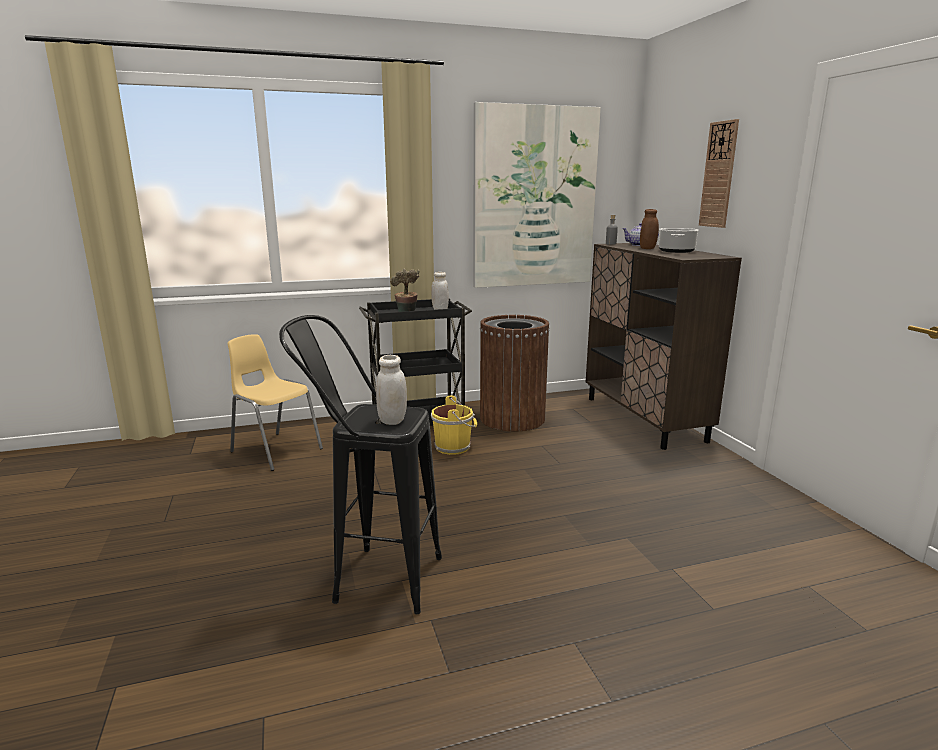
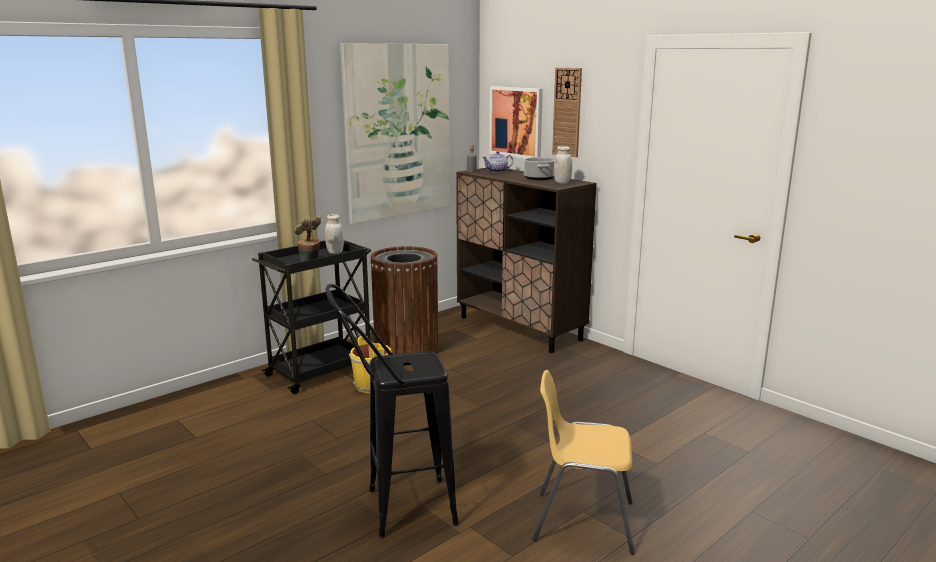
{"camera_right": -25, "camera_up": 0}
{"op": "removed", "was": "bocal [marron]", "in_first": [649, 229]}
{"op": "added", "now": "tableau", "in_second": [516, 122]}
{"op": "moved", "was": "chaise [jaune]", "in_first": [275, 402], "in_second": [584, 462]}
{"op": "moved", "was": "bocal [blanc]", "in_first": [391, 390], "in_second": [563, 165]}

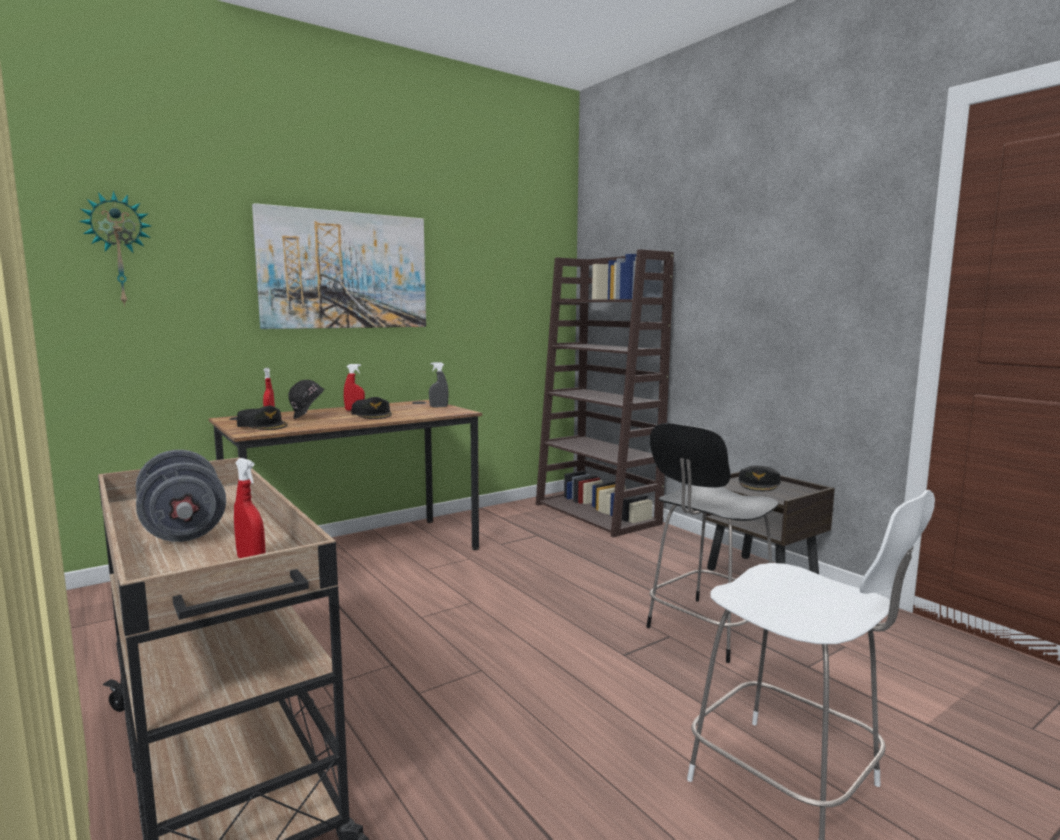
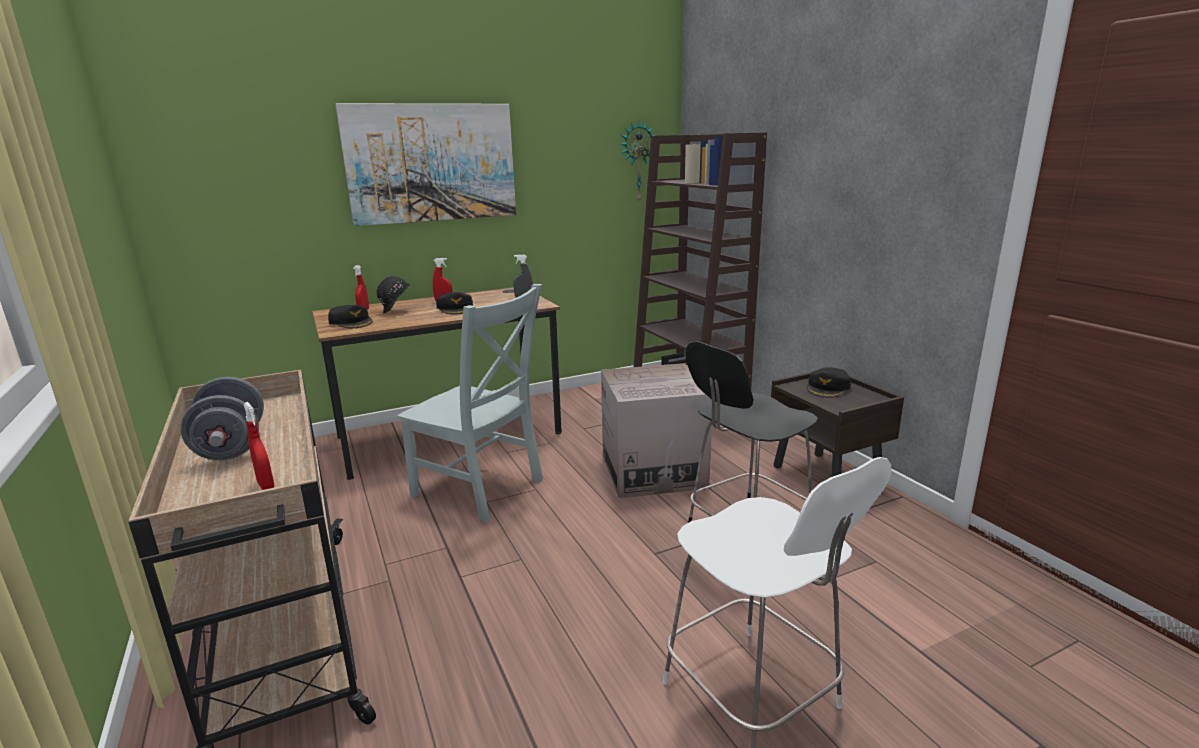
{"camera_right": 10, "camera_up": 10}
{"op": "added", "now": "chaise [gris]", "in_second": [470, 403]}
{"op": "added", "now": "carton", "in_second": [656, 431]}
{"op": "moved", "was": "horloge murale", "in_first": [115, 248], "in_second": [638, 160]}

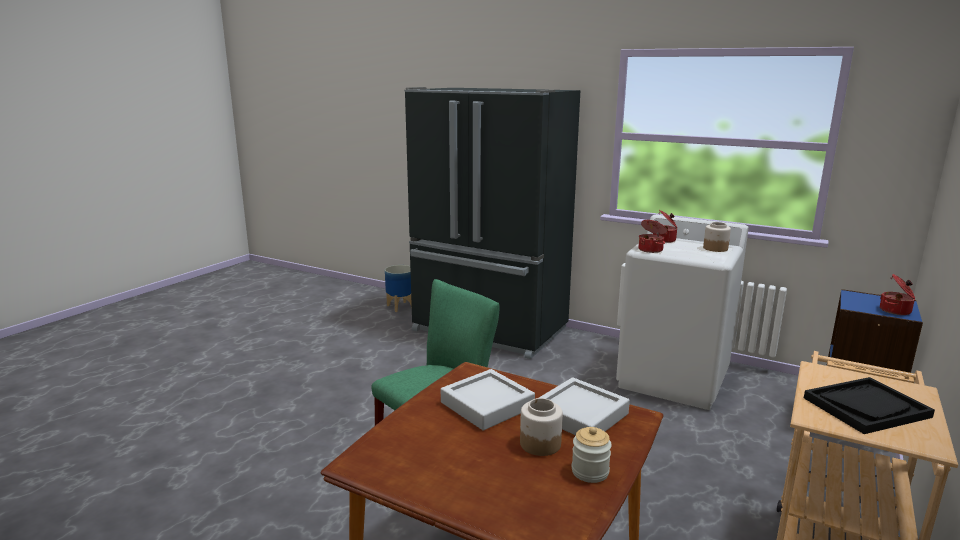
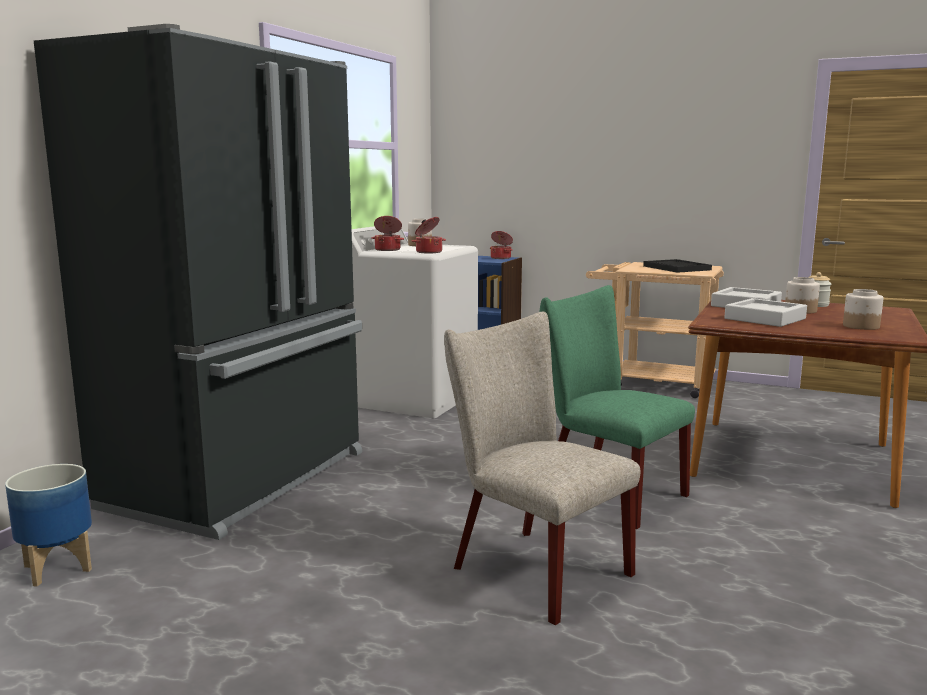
{"camera_right": -95, "camera_up": -5}
{"op": "added", "now": "chaise [beige]", "in_second": [542, 468]}
{"op": "added", "now": "bocal", "in_second": [863, 309]}

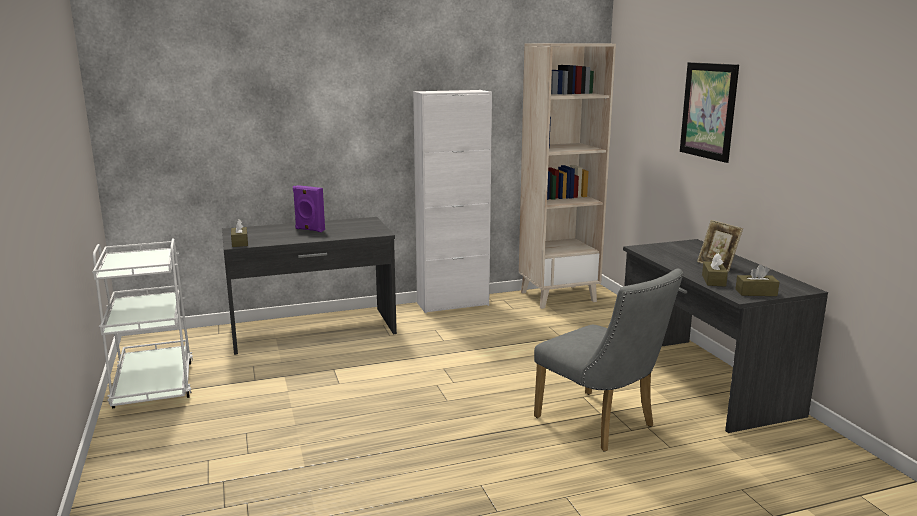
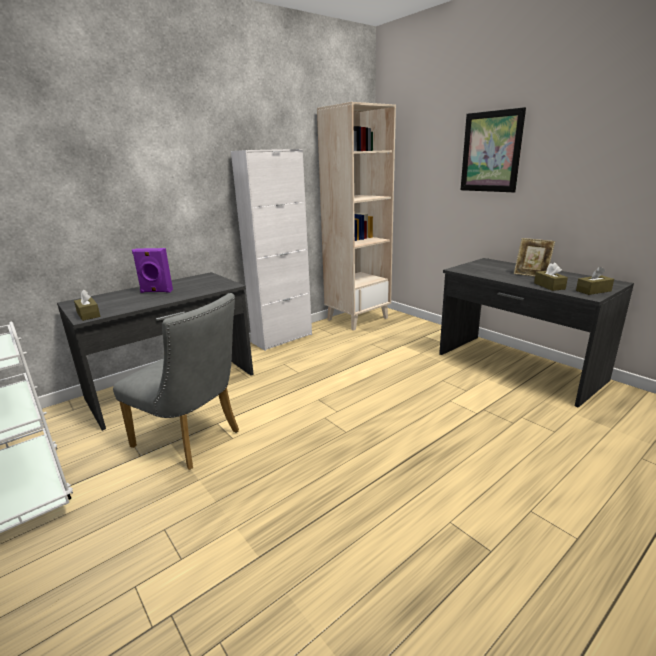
{"camera_right": -20, "camera_up": 5}
{"op": "moved", "was": "chaise [gris]", "in_first": [608, 360], "in_second": [176, 381]}

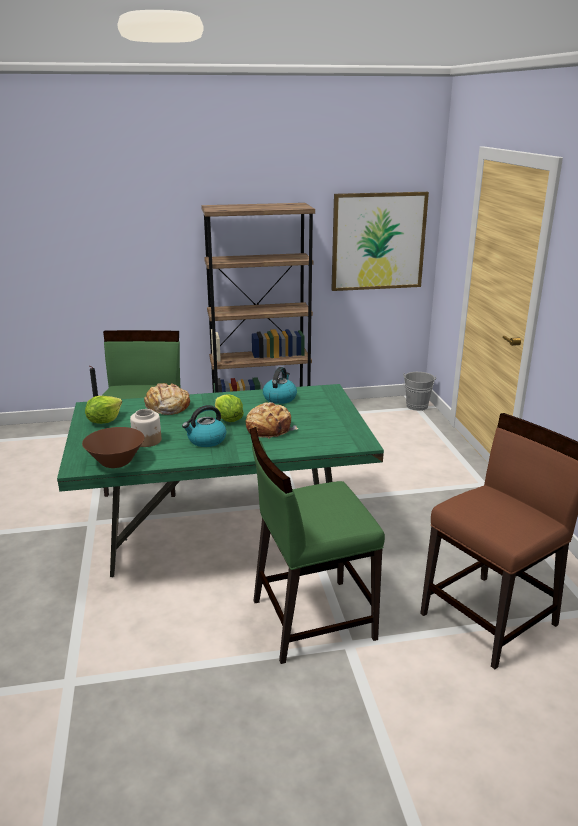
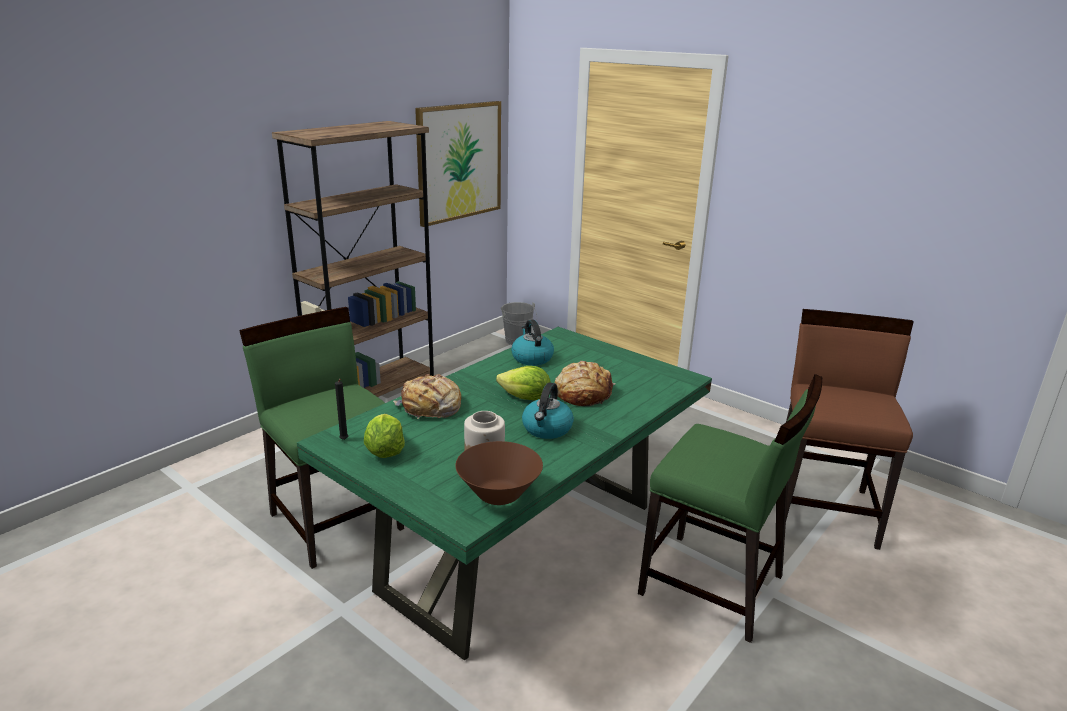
{"camera_right": -40, "camera_up": 0}
{"op": "turned", "was": "chaise [vert]", "in_first": [317, 545], "in_second": [730, 508], "clockwise": -90}

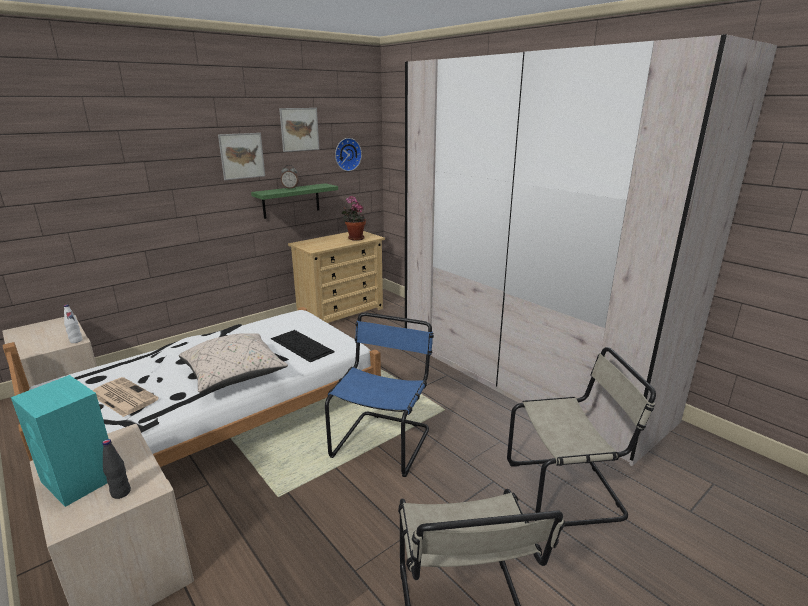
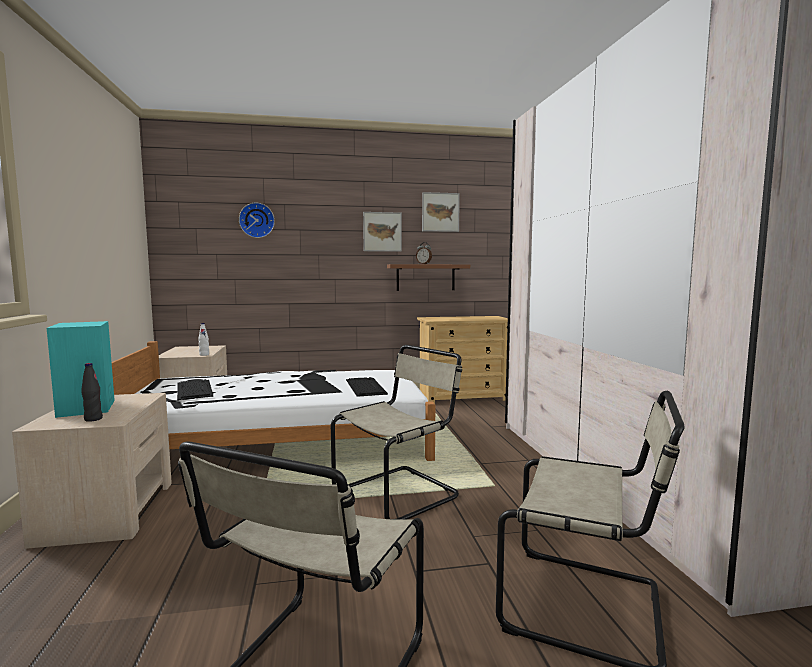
{"camera_right": 30, "camera_up": -15}
{"op": "removed", "was": "coussin [beige]", "in_first": [233, 363]}
{"op": "removed", "was": "plante en pot", "in_first": [353, 218]}
{"op": "moved", "was": "horloge murale", "in_first": [348, 154], "in_second": [257, 220]}
{"op": "replaced", "was": "journal", "now": "clavier", "in_first": [126, 397], "in_second": [195, 389]}
{"op": "recoloured", "was": "étagère [vert]", "now": "étagère [marron]", "in_first": [294, 201], "in_second": [428, 277]}
{"op": "recoloured", "was": "chaise [bleu]", "now": "chaise [beige]", "in_first": [379, 394], "in_second": [396, 432]}

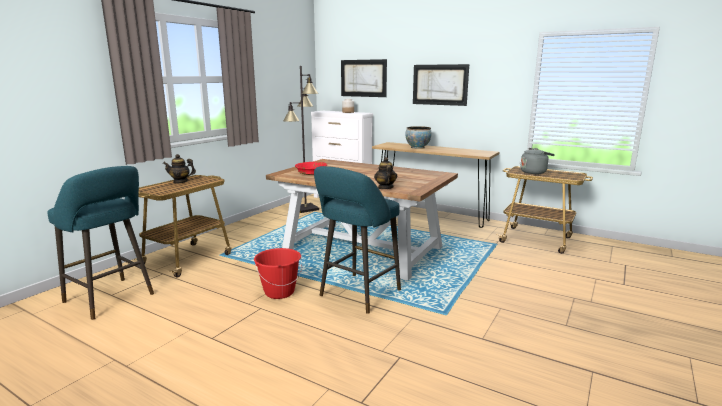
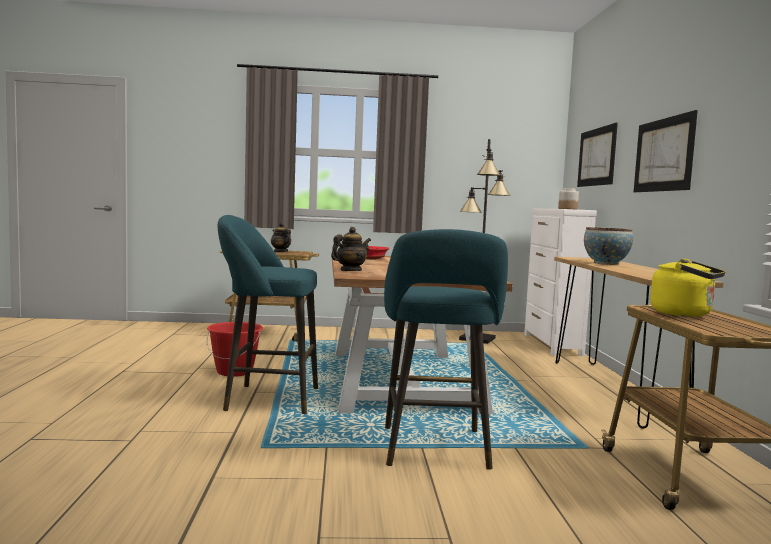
{"camera_right": 55, "camera_up": -10}
{"op": "moved", "was": "tabouret [turquoise]", "in_first": [100, 243], "in_second": [446, 349]}
{"op": "recoloured", "was": "bouilloire [gris]", "now": "bouilloire [jaune]", "in_first": [537, 161], "in_second": [687, 288]}

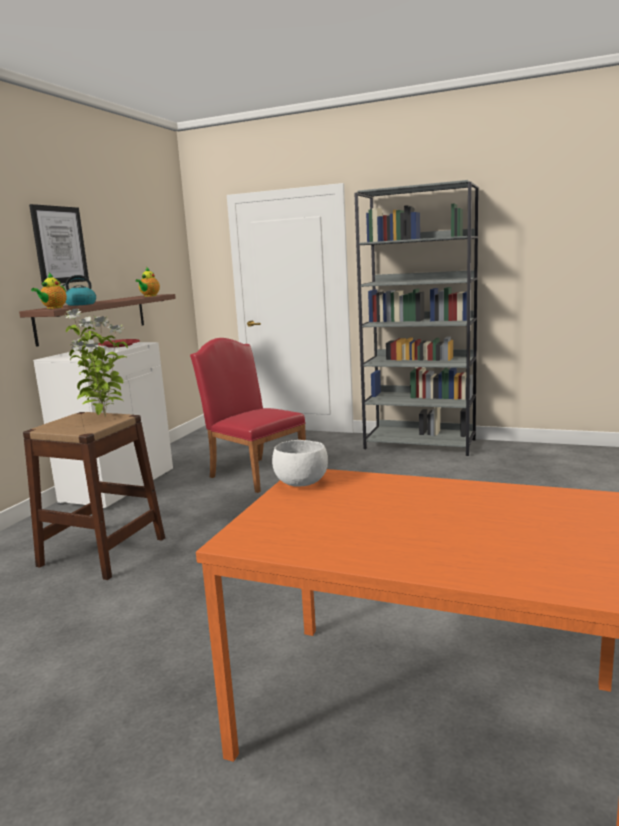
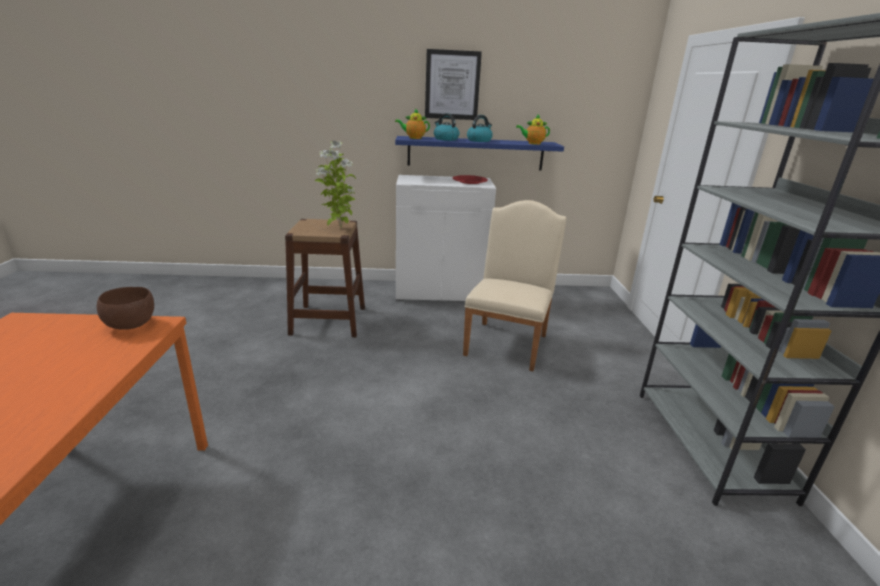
{"camera_right": 65, "camera_up": 10}
{"op": "added", "now": "bouilloire", "in_second": [480, 128]}
{"op": "recoloured", "was": "étagère [marron]", "now": "étagère [bleu]", "in_first": [97, 320], "in_second": [479, 153]}
{"op": "recoloured", "was": "chaise [rouge]", "now": "chaise [beige]", "in_first": [248, 415], "in_second": [515, 285]}
{"op": "recoloured", "was": "bol [blanc]", "now": "bol [marron]", "in_first": [300, 463], "in_second": [125, 308]}

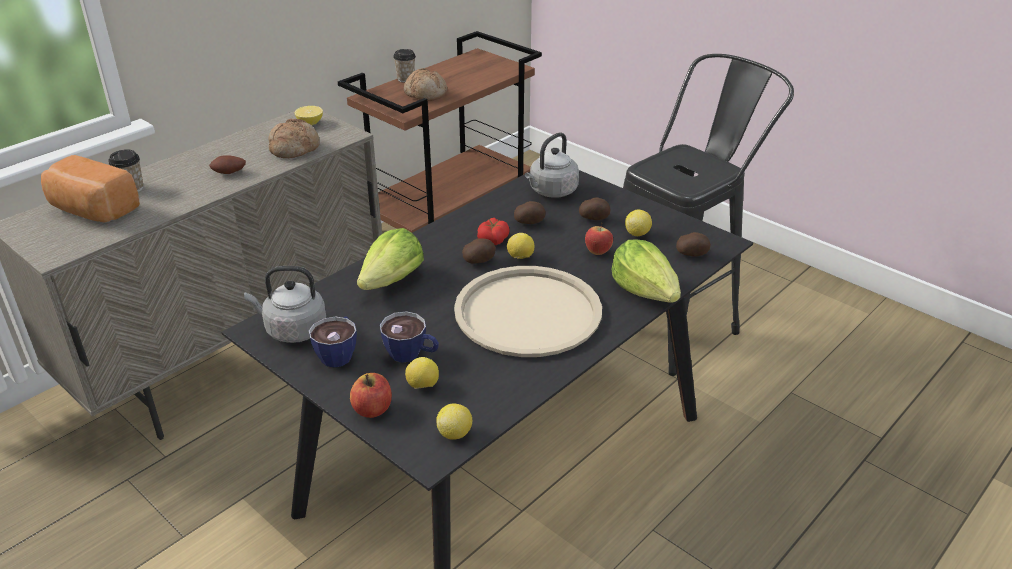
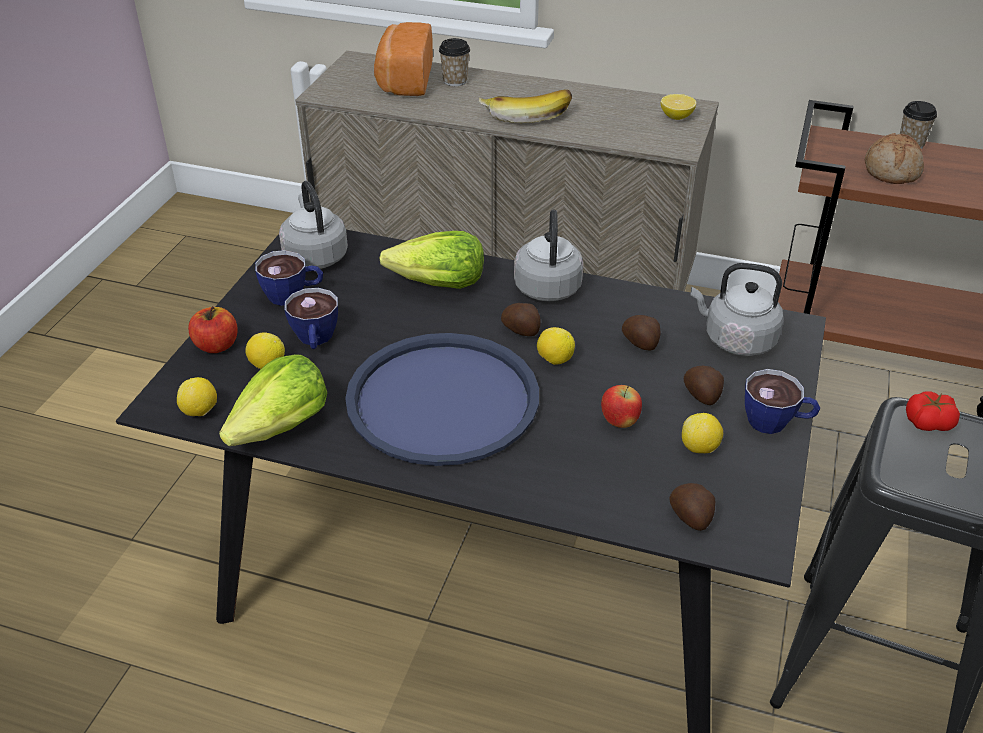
{"camera_right": 65, "camera_up": 5}
{"op": "removed", "was": "pain", "in_first": [294, 138]}
{"op": "added", "now": "bouilloire [gris]", "in_second": [549, 255]}
{"op": "added", "now": "tasse", "in_second": [782, 401]}
{"op": "moved", "was": "tomate", "in_first": [493, 231], "in_second": [933, 411]}
{"op": "moved", "was": "laitue", "in_first": [646, 271], "in_second": [273, 400]}
{"op": "replaced", "was": "pomme de terre", "now": "banane", "in_first": [227, 164], "in_second": [525, 106]}
{"op": "recoloured", "was": "plateau [beige]", "now": "plateau [bleu]", "in_first": [528, 311], "in_second": [442, 399]}

